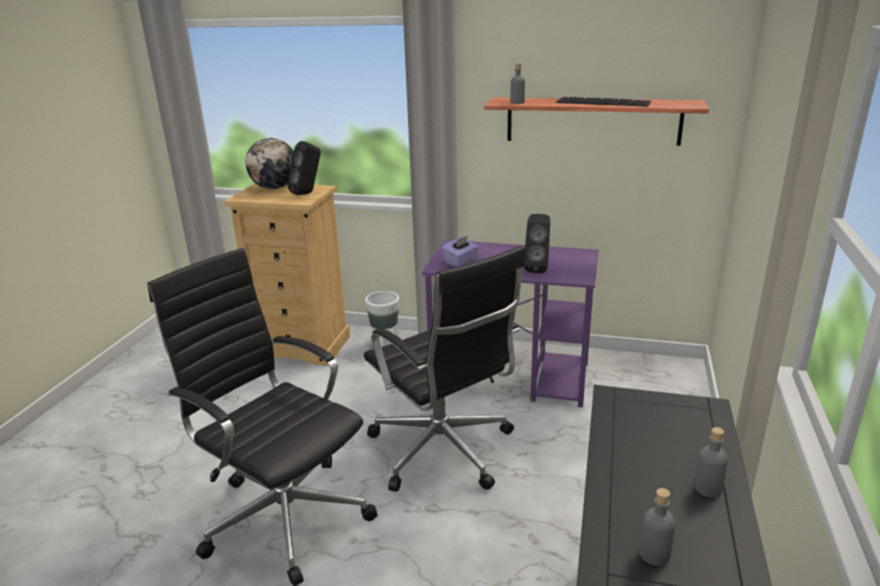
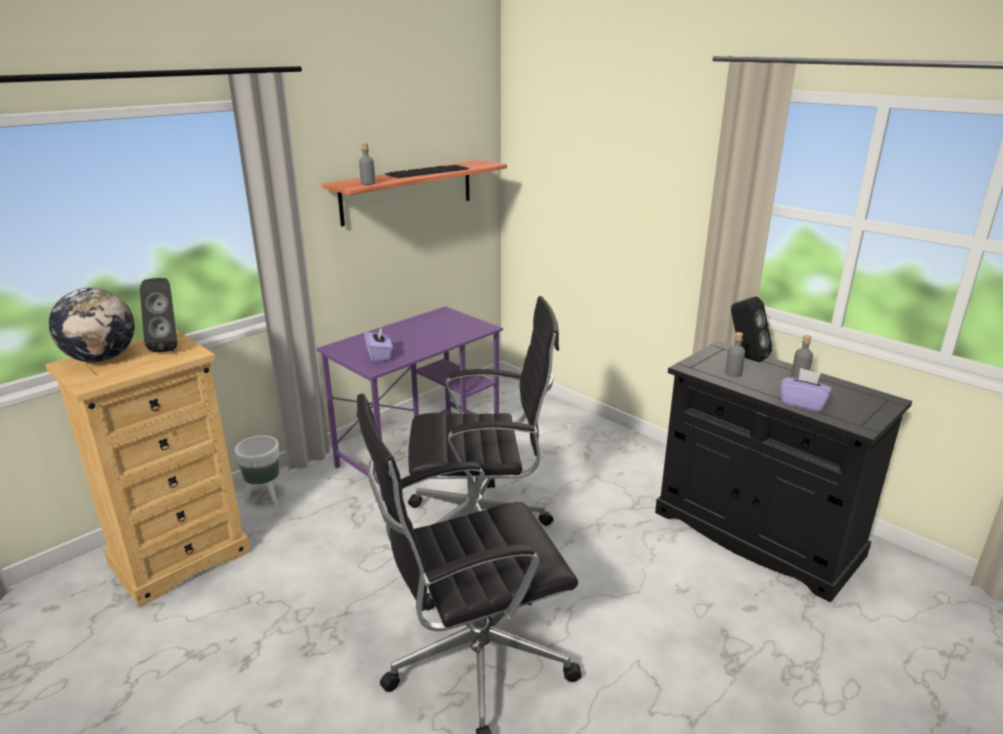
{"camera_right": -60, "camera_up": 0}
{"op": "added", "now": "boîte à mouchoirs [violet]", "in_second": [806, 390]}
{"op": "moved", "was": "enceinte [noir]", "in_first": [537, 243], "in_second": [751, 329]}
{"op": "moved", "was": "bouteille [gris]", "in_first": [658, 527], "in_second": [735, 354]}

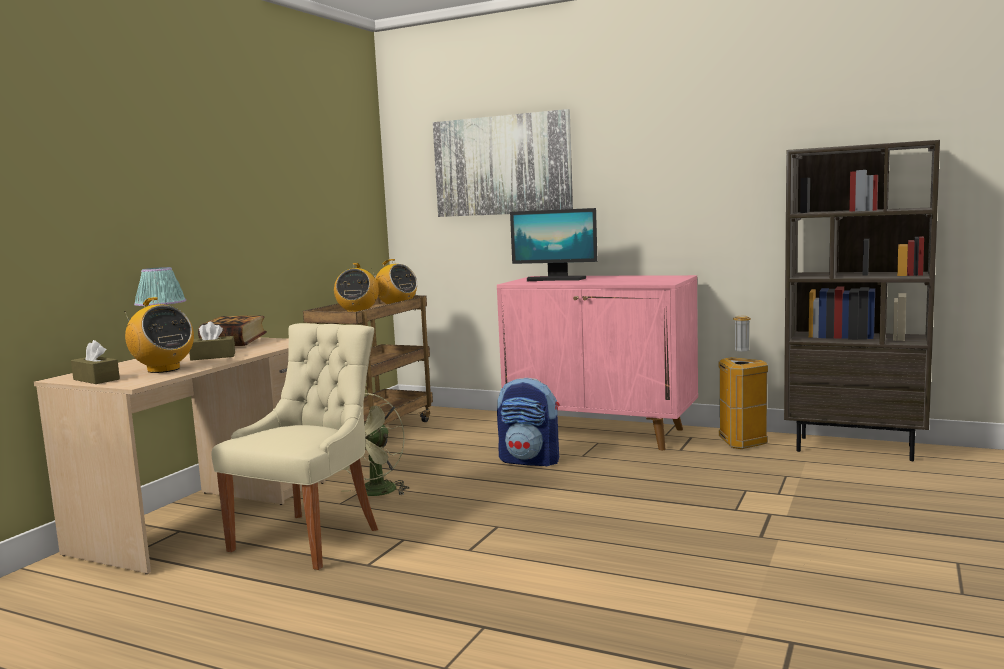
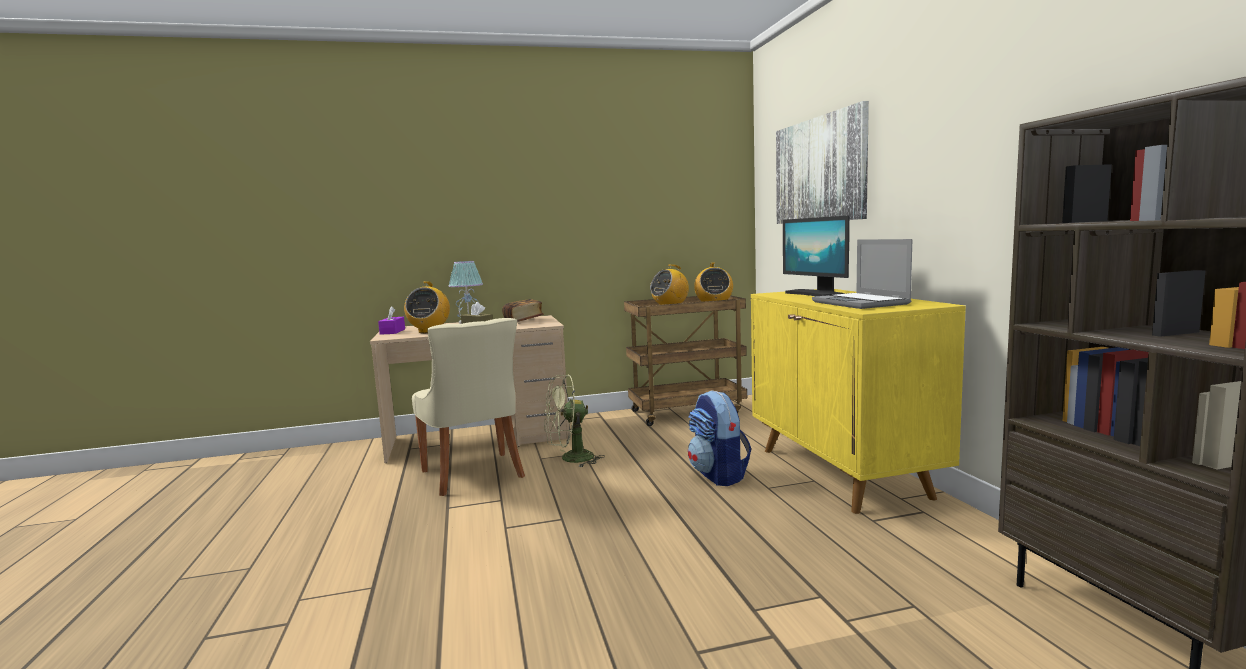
{"camera_right": 50, "camera_up": 0}
{"op": "removed", "was": "poubelle", "in_first": [743, 382]}
{"op": "added", "now": "ordinateur portable", "in_second": [862, 274]}
{"op": "recoloured", "was": "boîte à mouchoirs [marron]", "now": "boîte à mouchoirs [violet]", "in_first": [95, 362], "in_second": [391, 320]}
{"op": "recoloured", "was": "meuble de rangement [rose]", "now": "meuble de rangement [jaune]", "in_first": [597, 362], "in_second": [858, 401]}
{"op": "turned", "was": "chaise [beige]", "in_first": [294, 446], "in_second": [468, 407], "clockwise": 75}

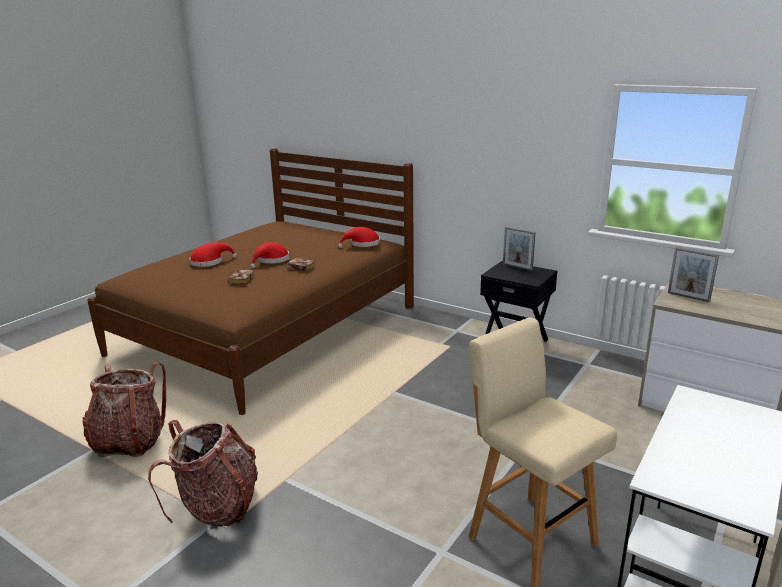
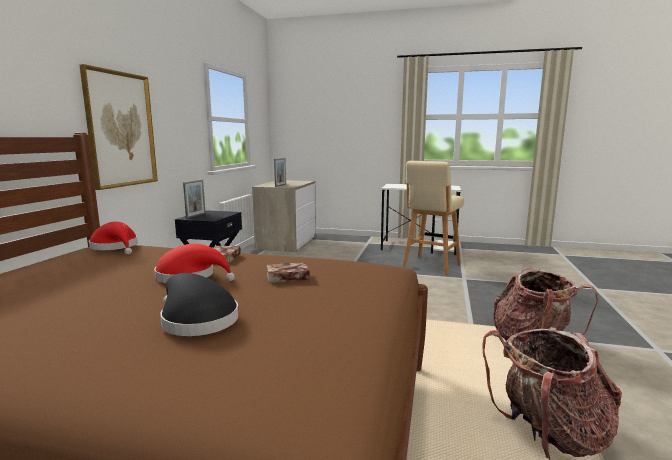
{"camera_right": -110, "camera_up": -10}
{"op": "added", "now": "tableau", "in_second": [118, 127]}
{"op": "recoloured", "was": "chapeau [rouge]", "now": "chapeau [noir]", "in_first": [213, 254], "in_second": [199, 304]}

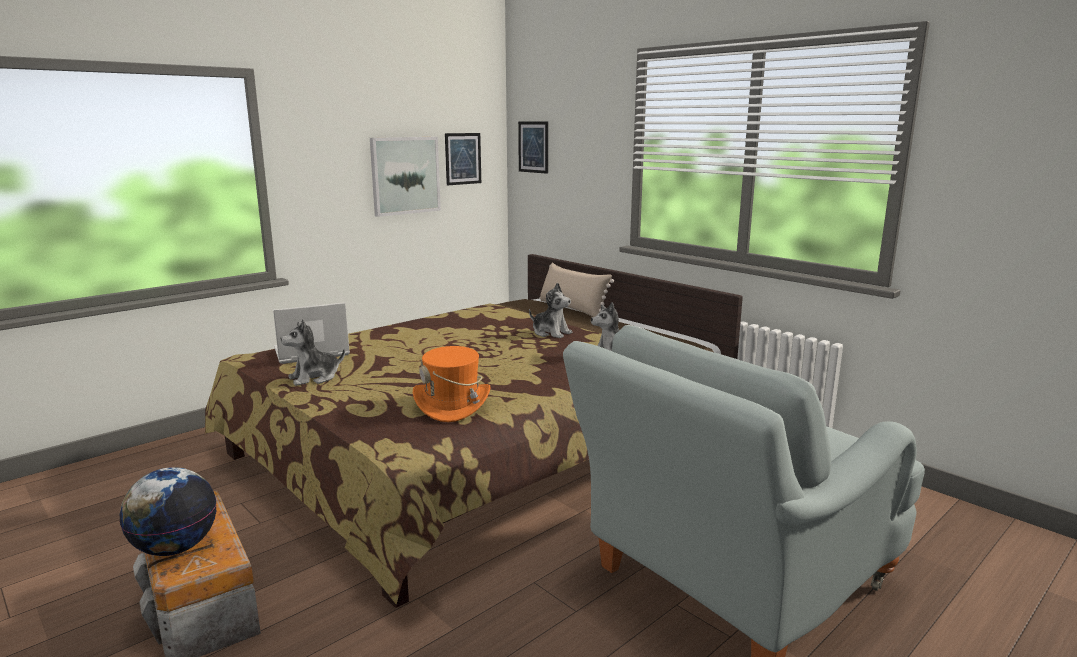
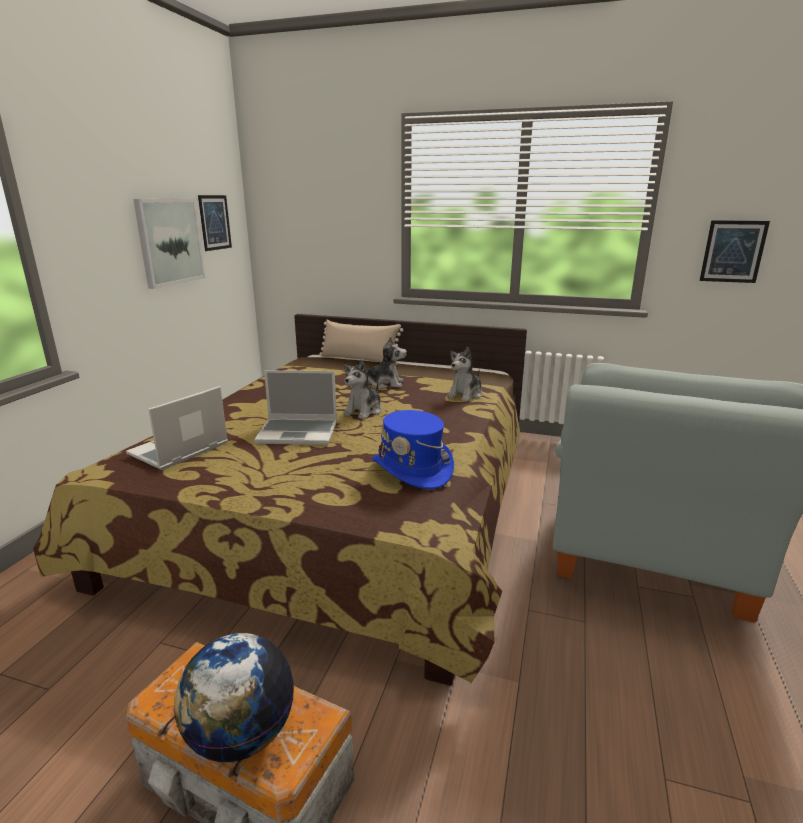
{"camera_right": -30, "camera_up": 5}
{"op": "added", "now": "ordinateur portable", "in_second": [295, 407]}
{"op": "moved", "was": "peluche", "in_first": [312, 352], "in_second": [362, 390]}
{"op": "moved", "was": "tableau", "in_first": [533, 147], "in_second": [734, 251]}
{"op": "recoloured", "was": "chapeau [orange]", "now": "chapeau [bleu]", "in_first": [452, 384], "in_second": [413, 449]}

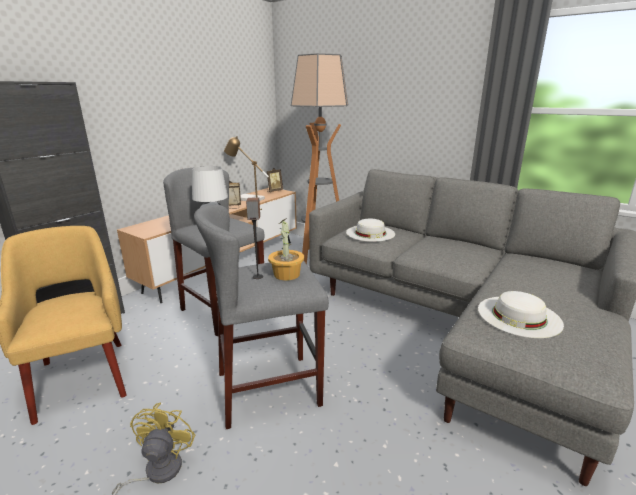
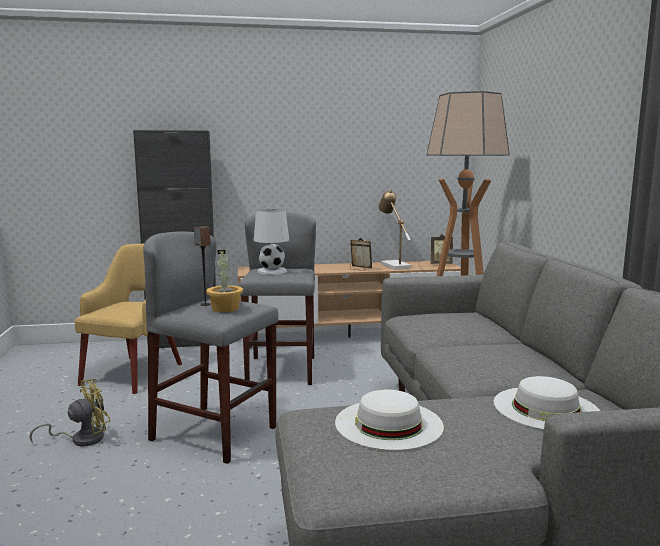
{"camera_right": 45, "camera_up": -10}
{"op": "moved", "was": "chapeau [blanc]", "in_first": [370, 230], "in_second": [547, 403]}

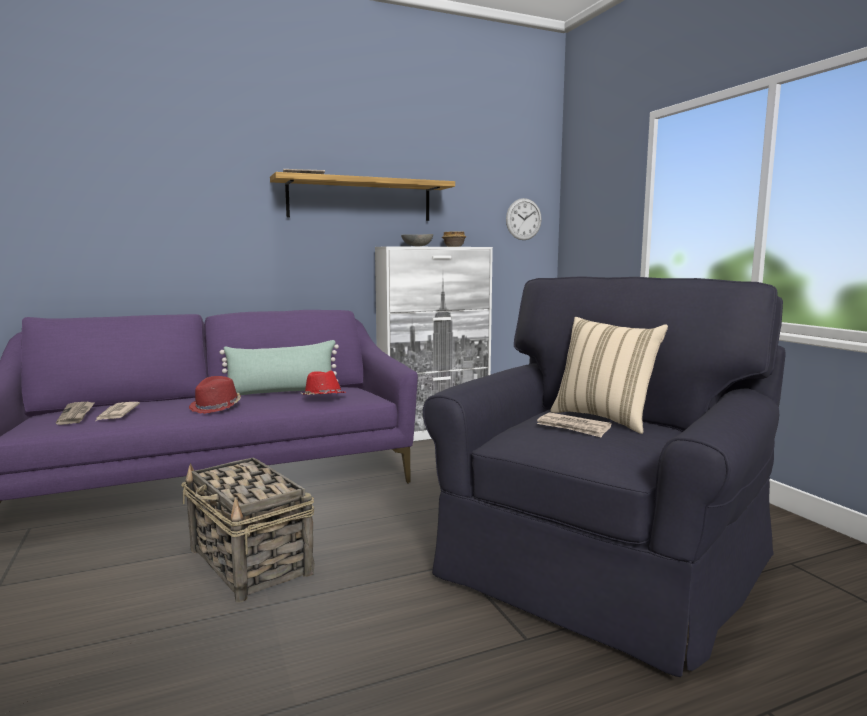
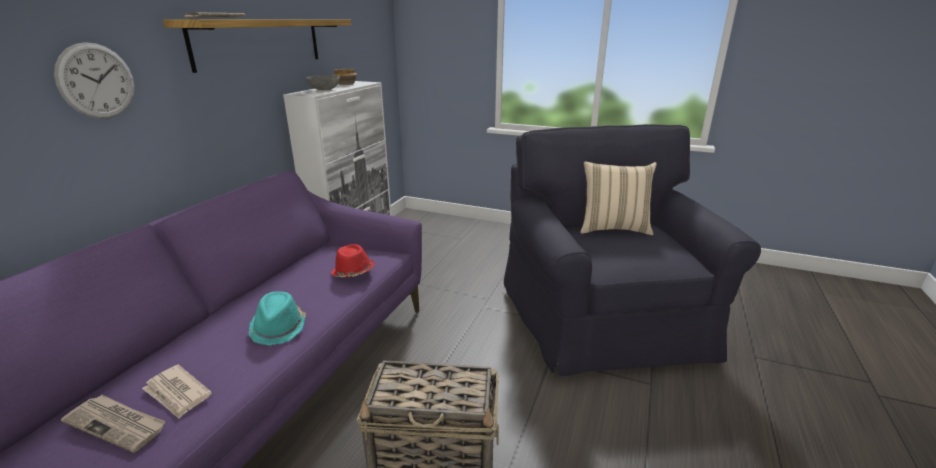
{"camera_right": -45, "camera_up": 15}
{"op": "removed", "was": "coussin [vert]", "in_first": [279, 367]}
{"op": "removed", "was": "journal", "in_first": [574, 425]}
{"op": "moved", "was": "horloge murale", "in_first": [524, 219], "in_second": [94, 80]}
{"op": "recoloured", "was": "chapeau [rouge]", "now": "chapeau [turquoise]", "in_first": [215, 395], "in_second": [277, 318]}

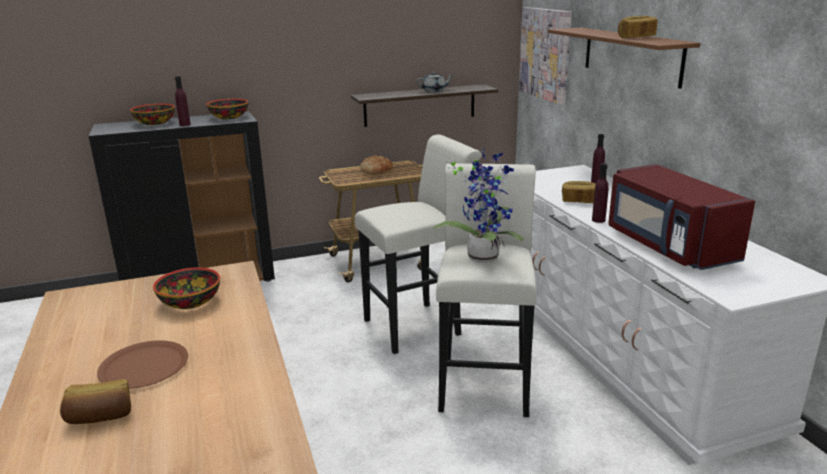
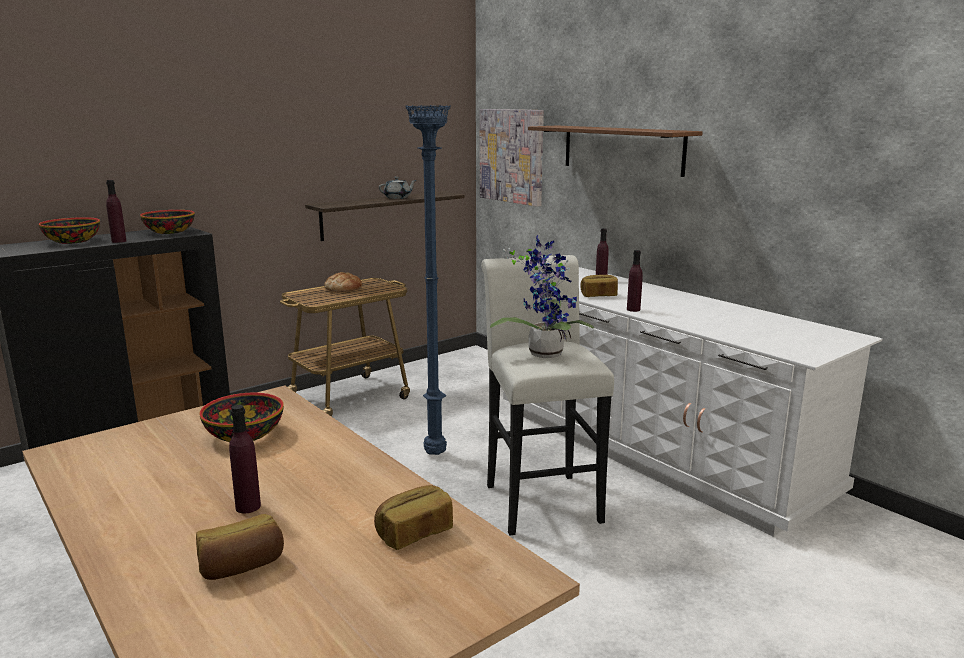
{"camera_right": -20, "camera_up": -5}
{"op": "removed", "was": "micro-ondes [rouge]", "in_first": [681, 217]}
{"op": "moved", "was": "pain", "in_first": [638, 27], "in_second": [413, 517]}
{"op": "replaced", "was": "assiette [marron]", "now": "bouteille [violet]", "in_first": [142, 364], "in_second": [245, 459]}
{"op": "replaced", "was": "tabouret [blanc]", "now": "lampadaire [bleu]", "in_first": [418, 244], "in_second": [428, 280]}

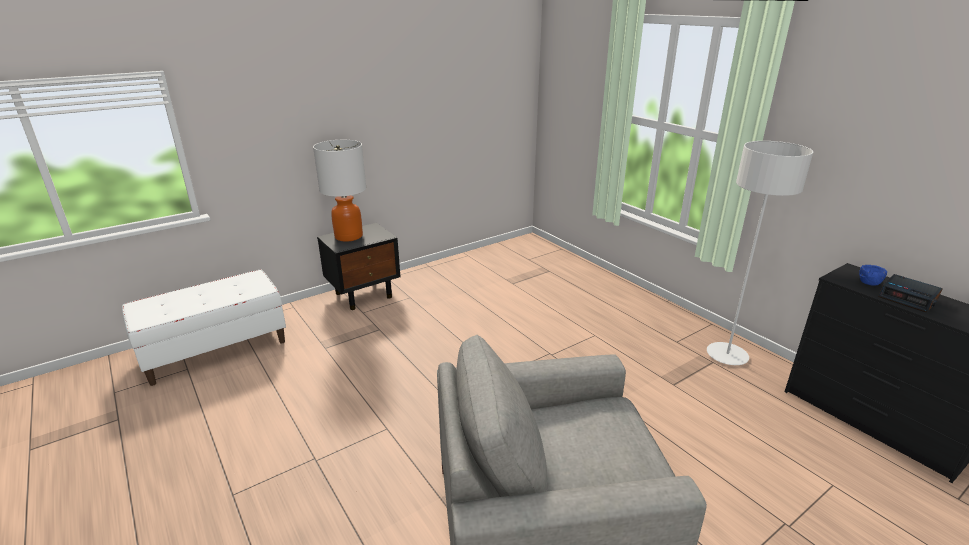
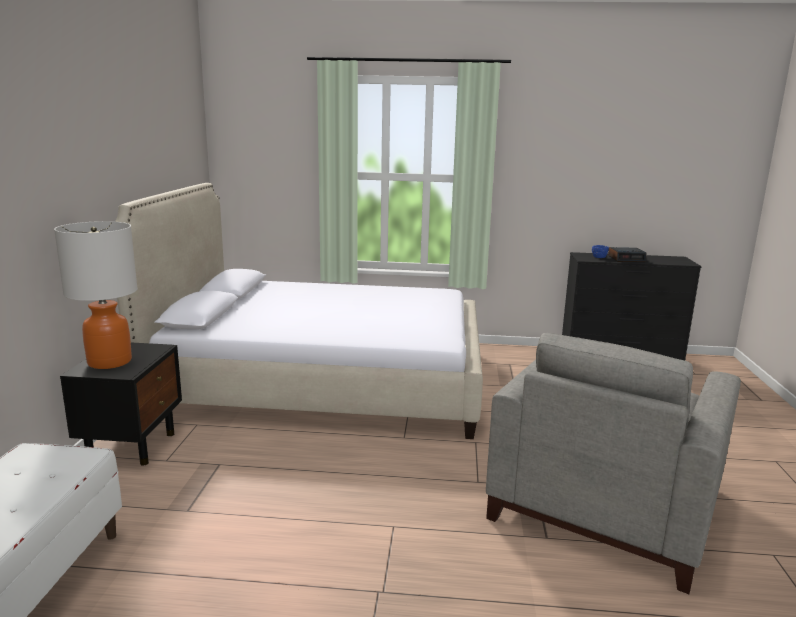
{"camera_right": -50, "camera_up": -10}
{"op": "removed", "was": "lampadaire [gris]", "in_first": [760, 253]}
{"op": "added", "now": "lit", "in_second": [299, 311]}

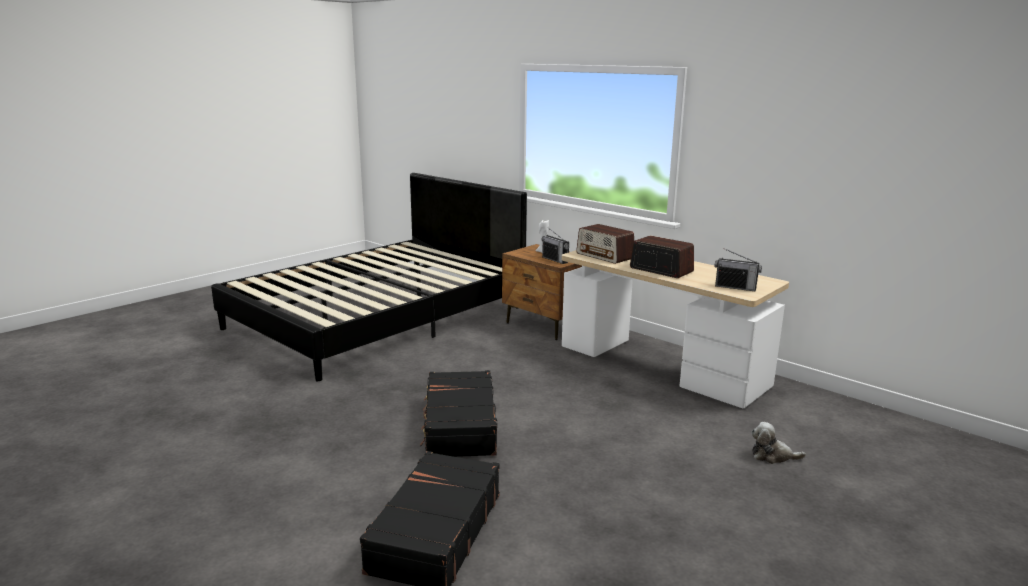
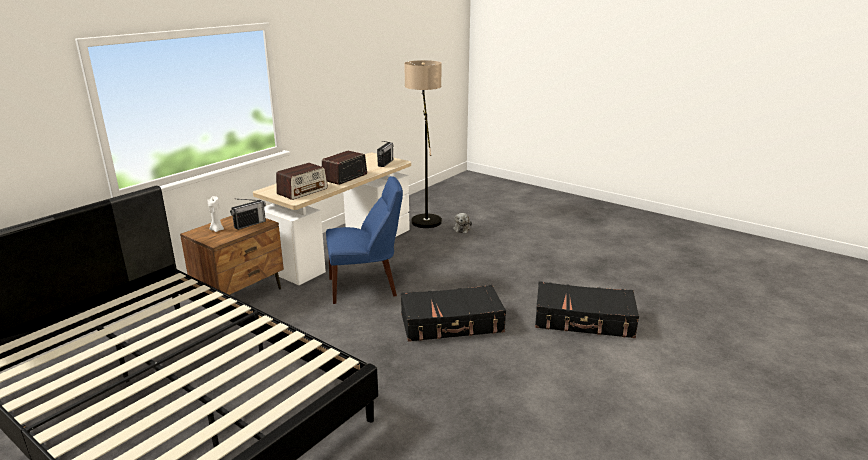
{"camera_right": -95, "camera_up": 5}
{"op": "added", "now": "chaise [bleu]", "in_second": [364, 240]}
{"op": "added", "now": "lampadaire", "in_second": [423, 144]}

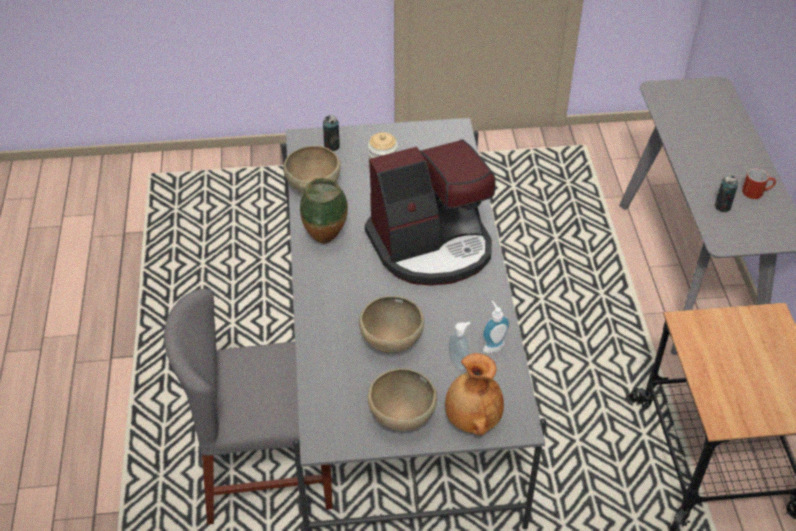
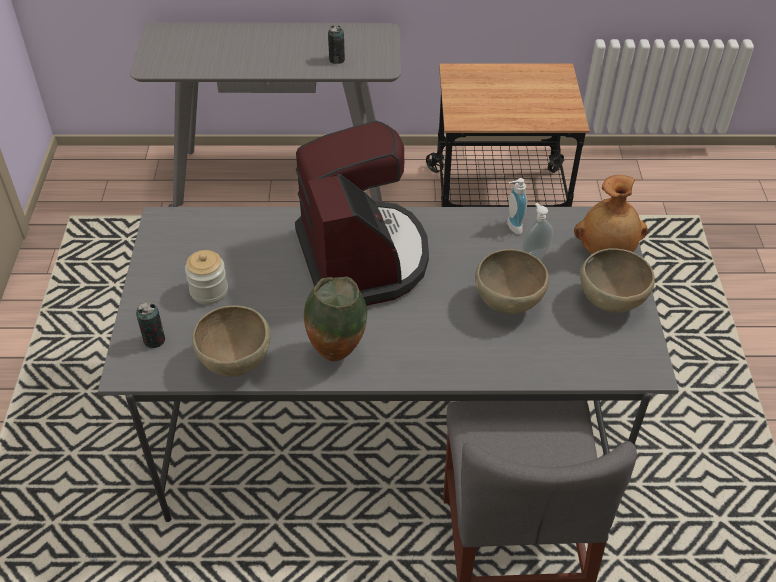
{"camera_right": -85, "camera_up": 0}
{"op": "removed", "was": "mug [rouge]", "in_first": [759, 183]}

